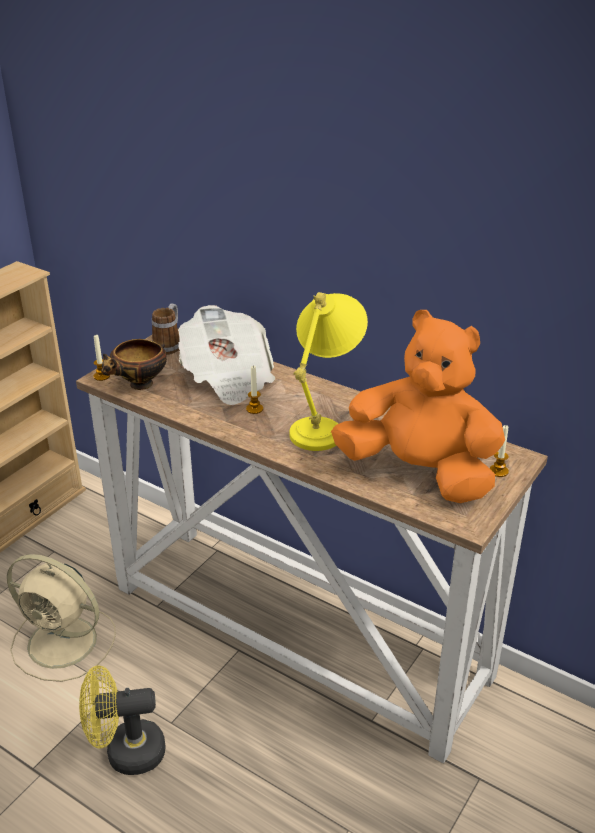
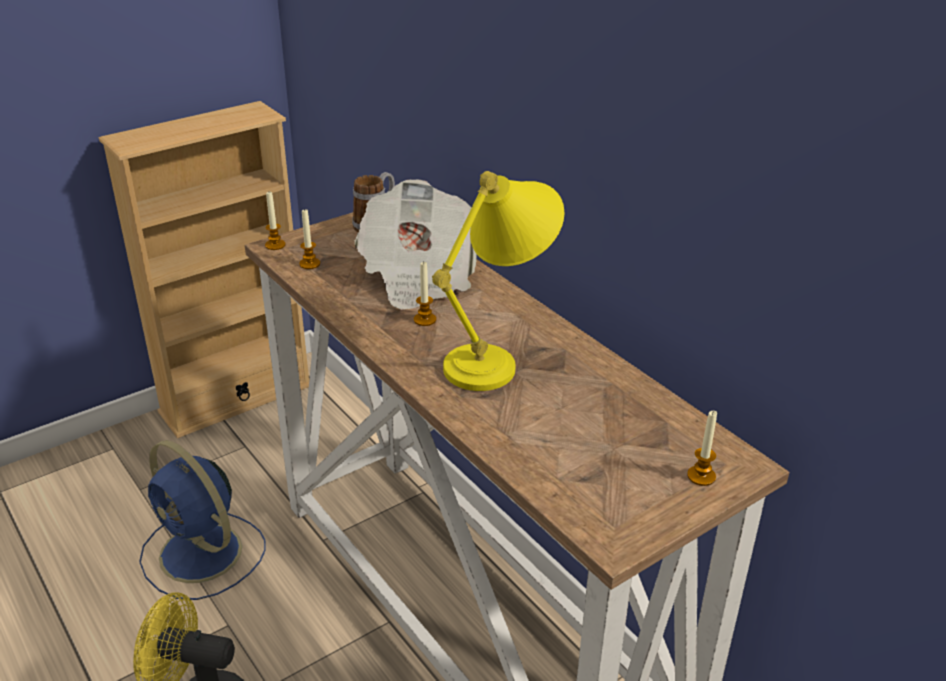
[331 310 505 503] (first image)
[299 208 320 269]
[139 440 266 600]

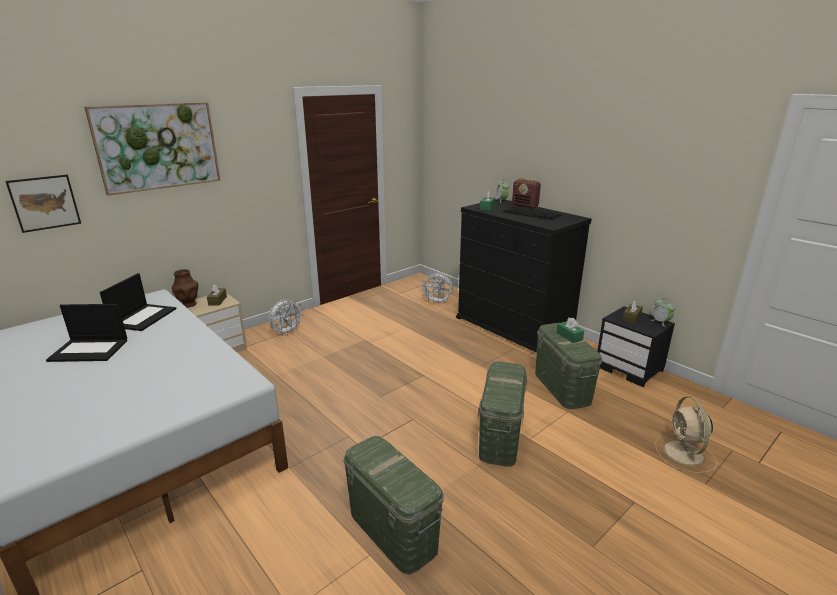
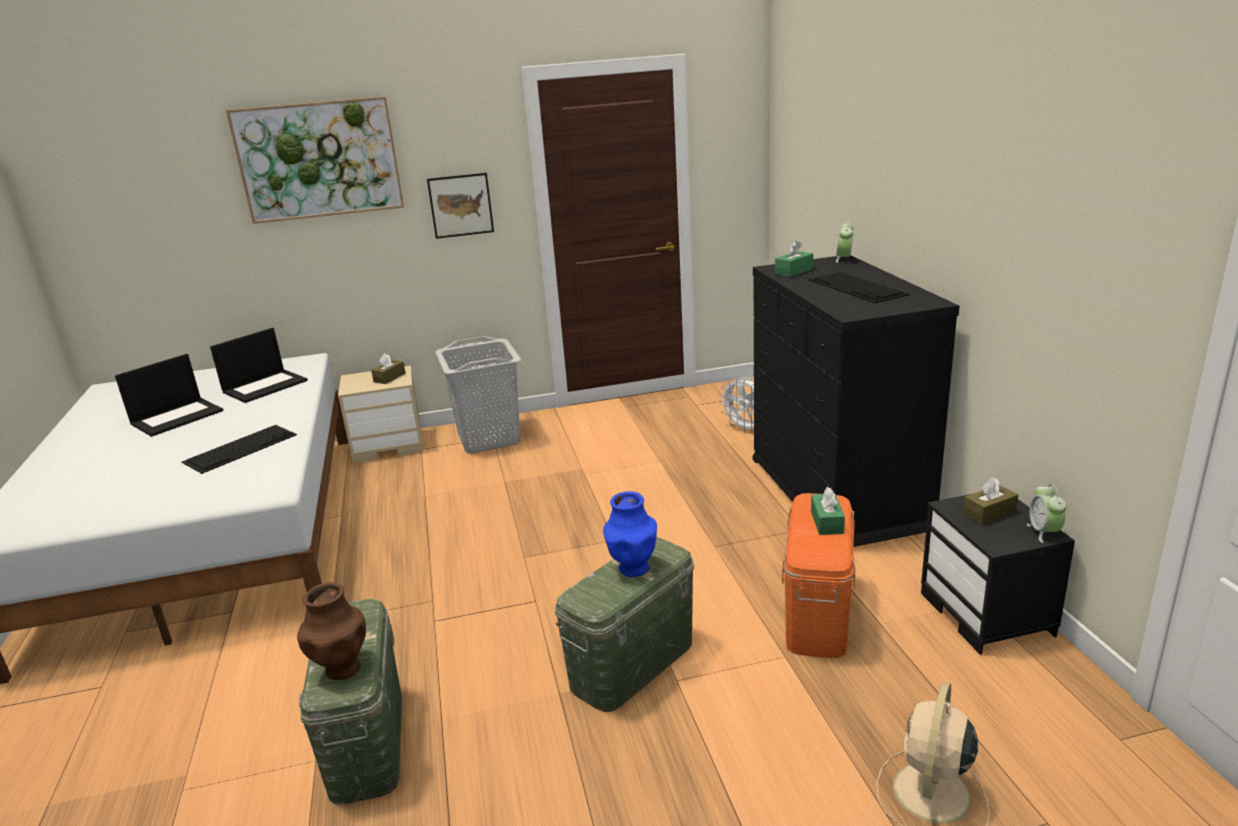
[427 173 494 239]
[512 178 541 208] (first image)
[297 582 366 680]
[435 336 521 454]
[115 354 223 437]
[782 493 856 658]
[182 425 297 474]
[603 491 657 577]

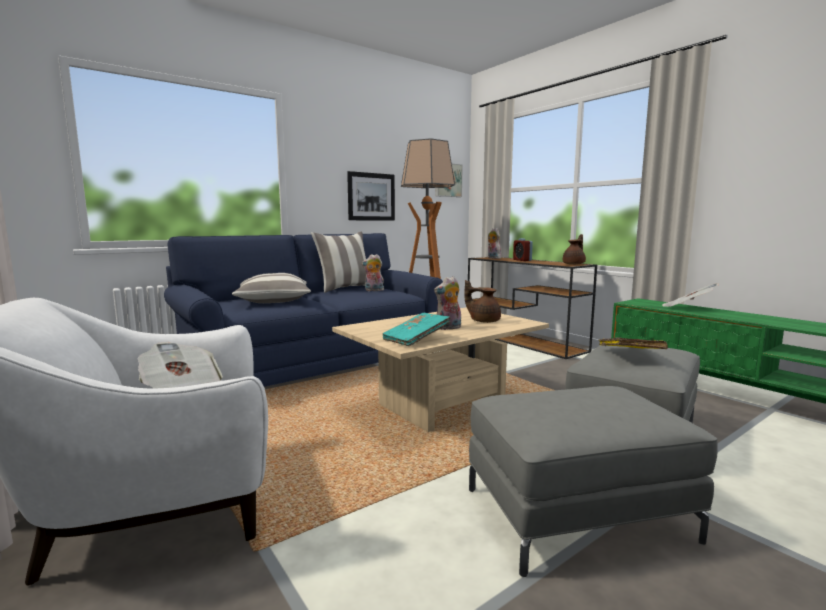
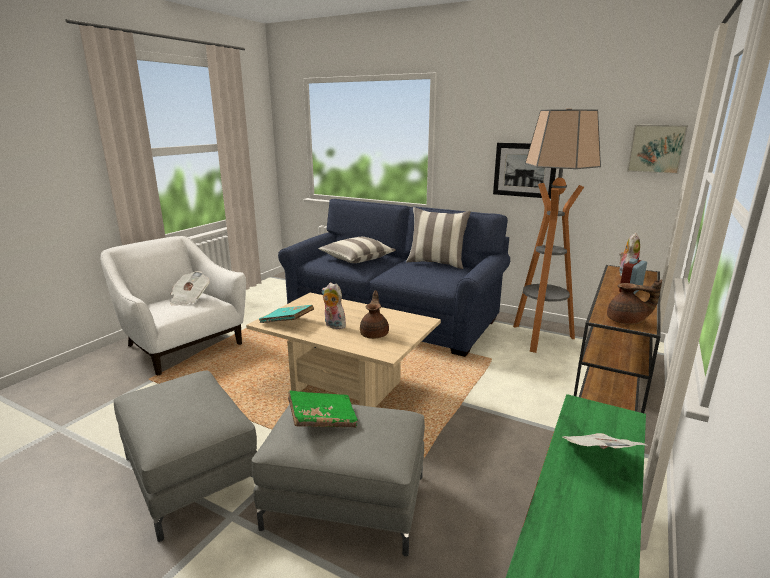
[362 254 384 291] (first image)
[288 391 358 427]

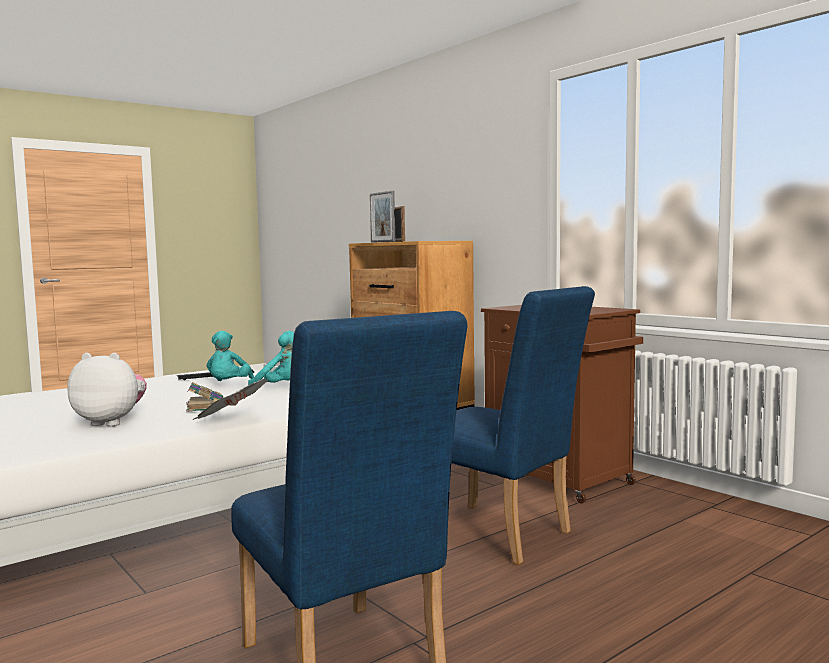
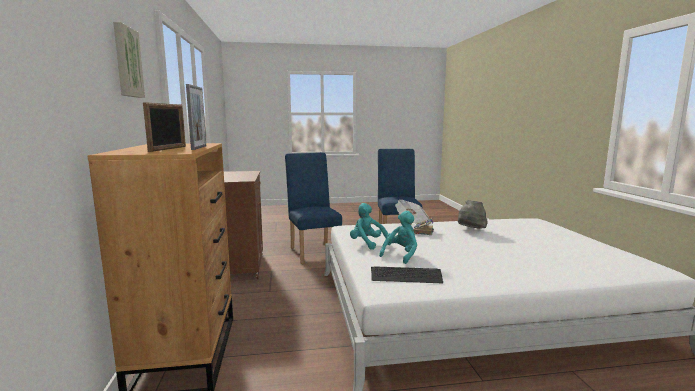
[458 200 487 229]
[113 22 145 98]

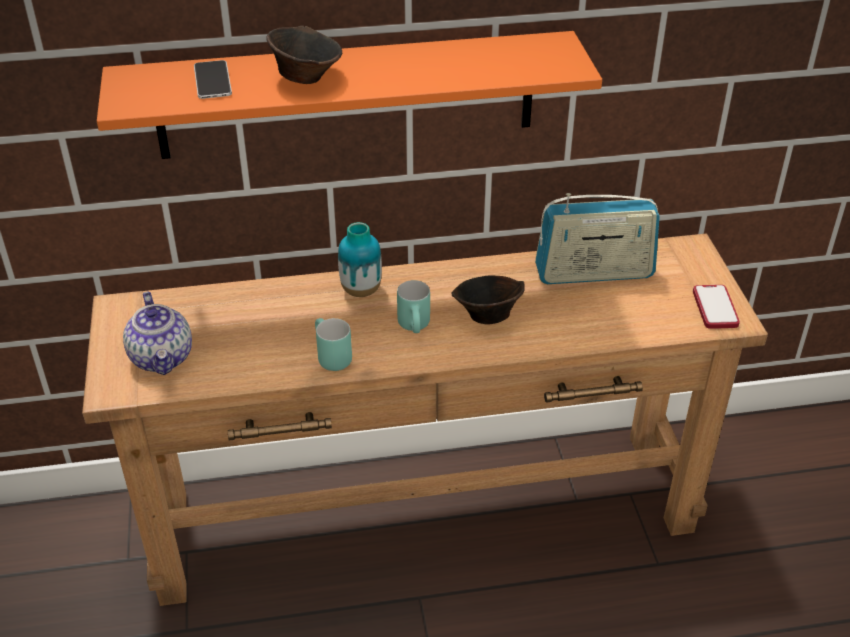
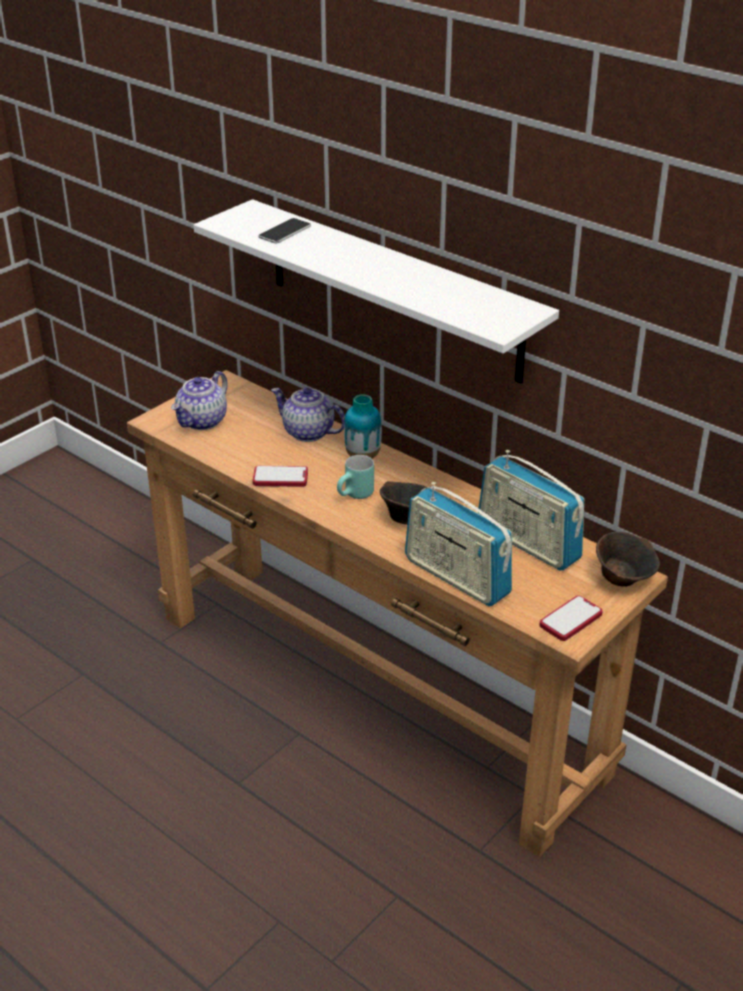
[596 532 660 587]
[194 199 559 384]
[253 466 308 487]
[271 387 345 442]
[405 482 512 606]

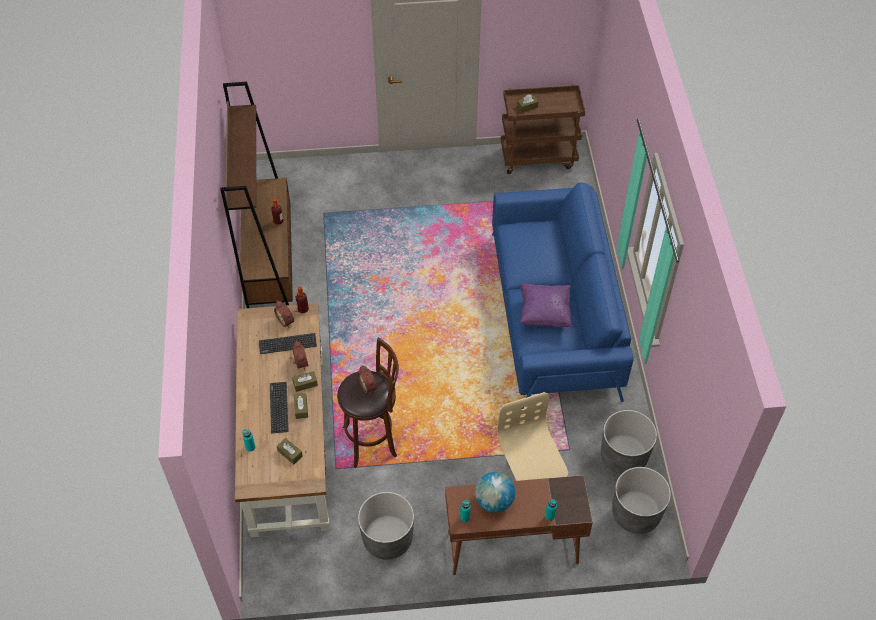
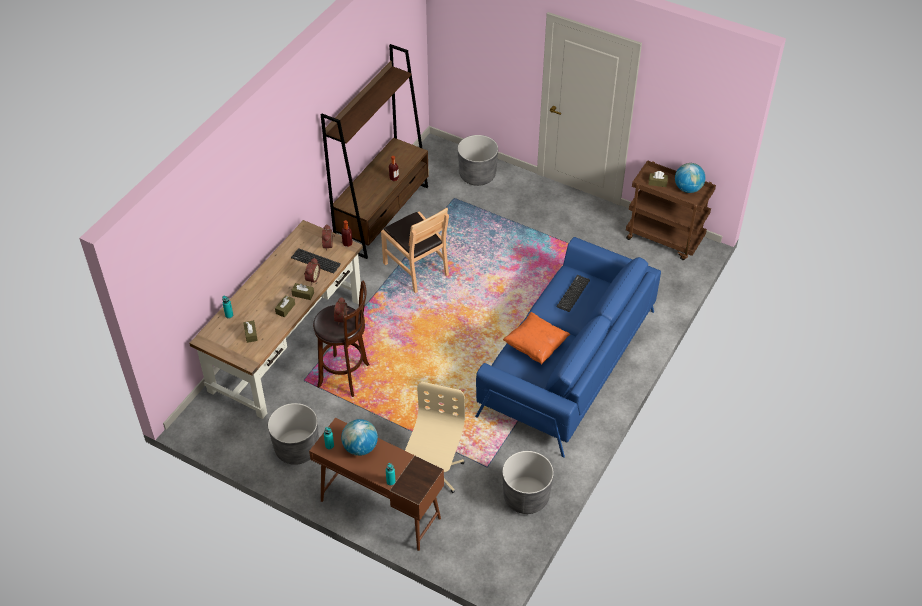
[503 312 570 365]
[556 275 590 312]
[458 135 498 186]
[675 163 705 193]
[381 208 449 293]

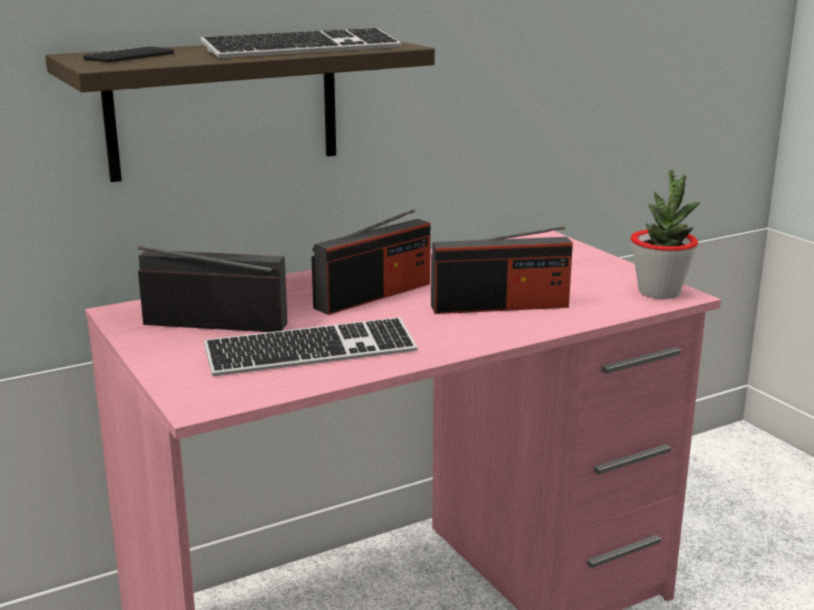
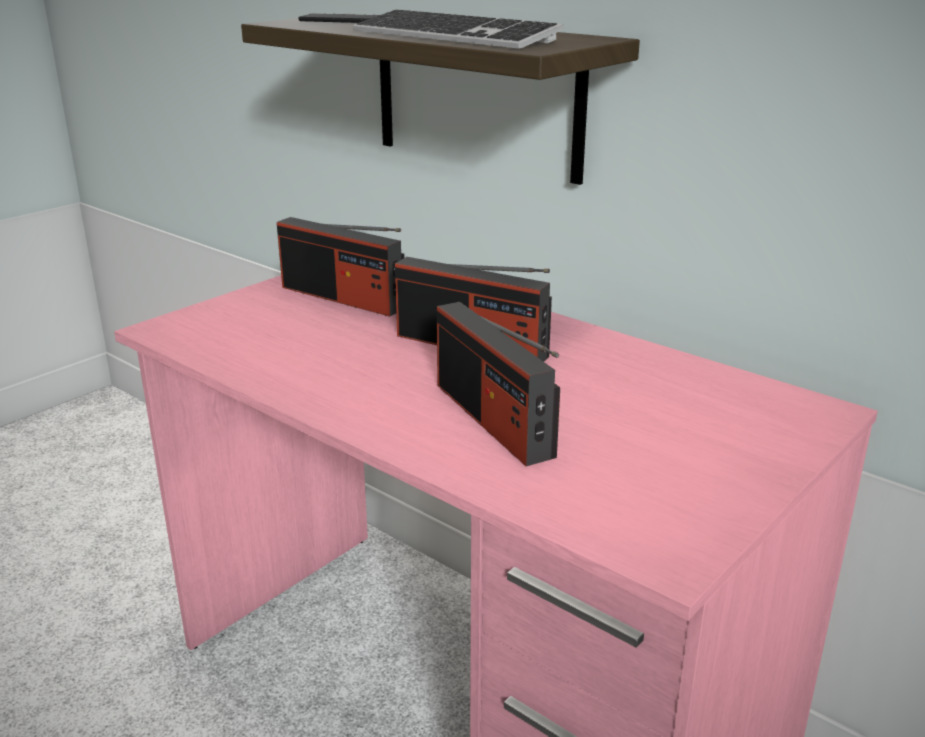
[631 170 700 299] (first image)
[277 217 405 316]
[204 317 417 376] (first image)

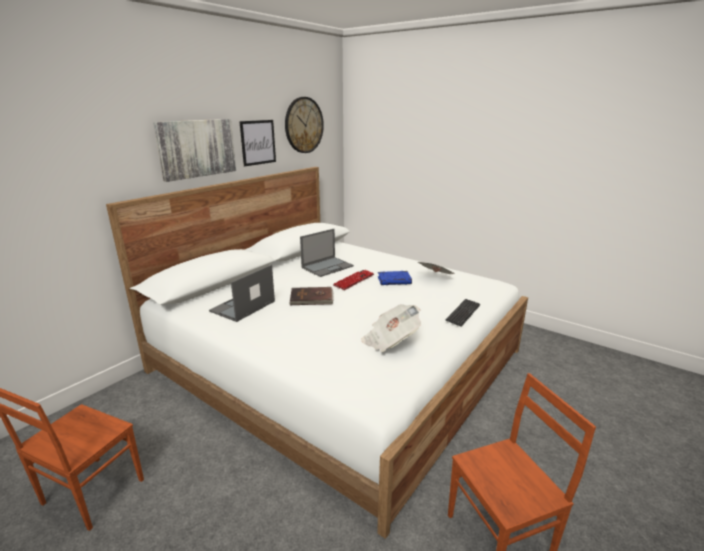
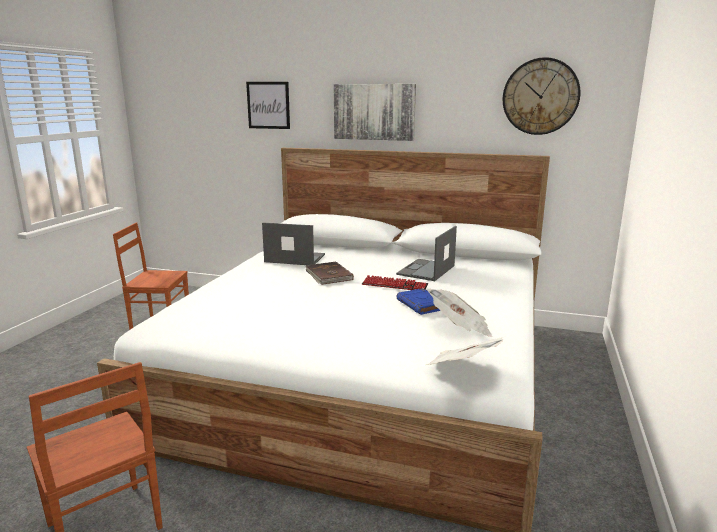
[246 82 290 129]
[396 226 457 281]
[445 299 480 327] (first image)
[426 337 503 365]

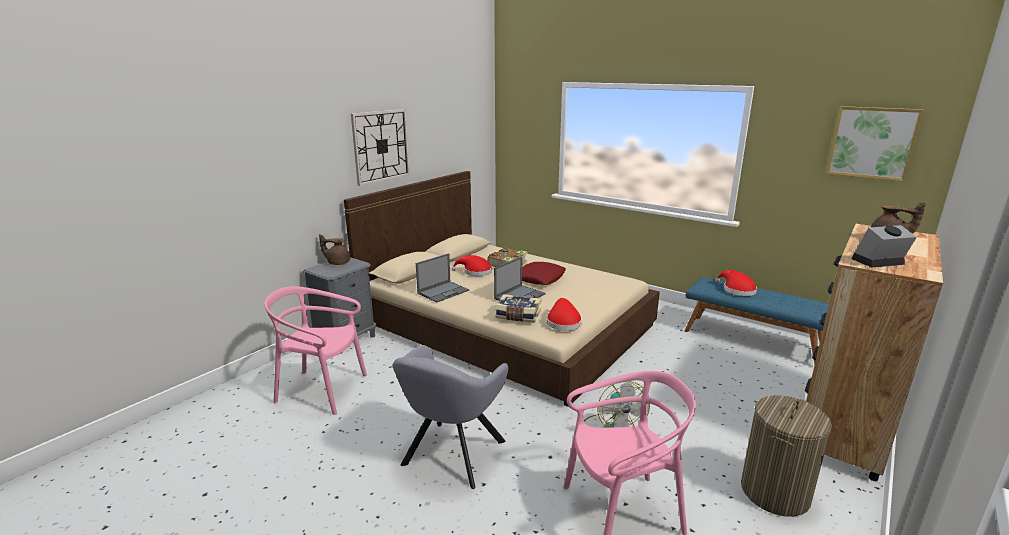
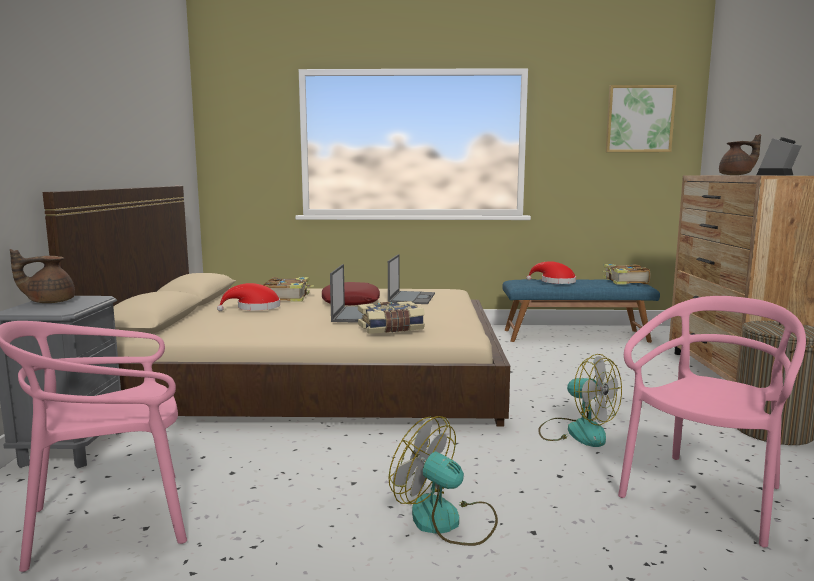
[351 109 410 186] (first image)
[388 254 435 304]
[547 298 582 331] (first image)
[389 416 498 546]
[603 264 651 284]

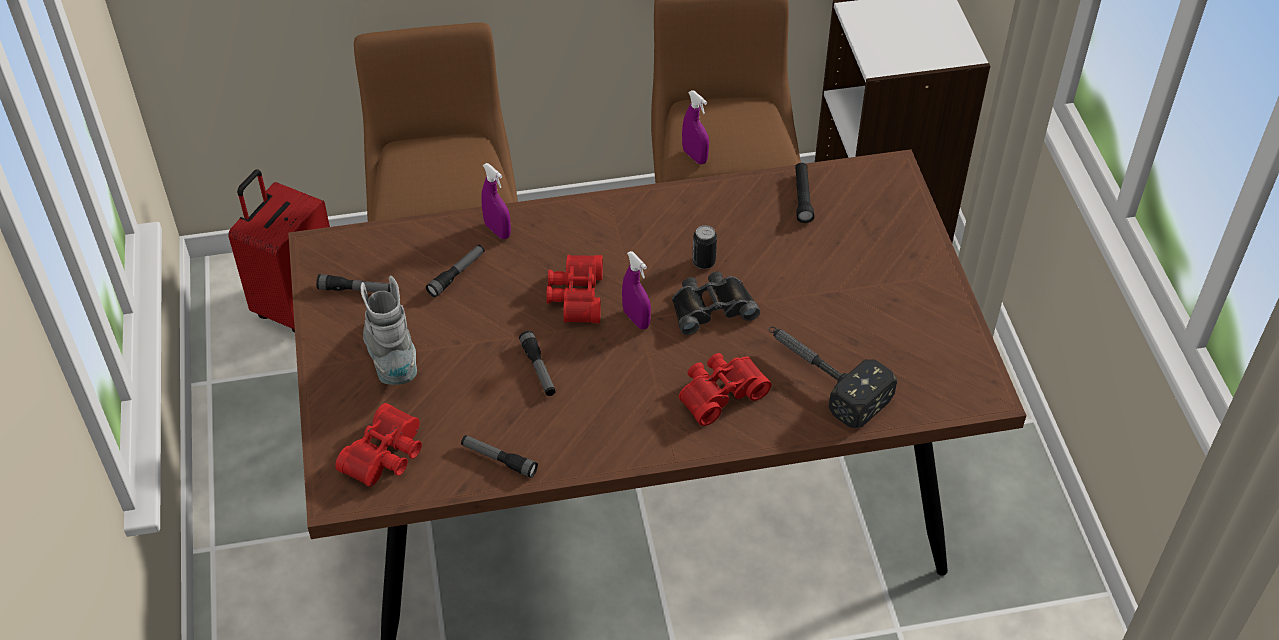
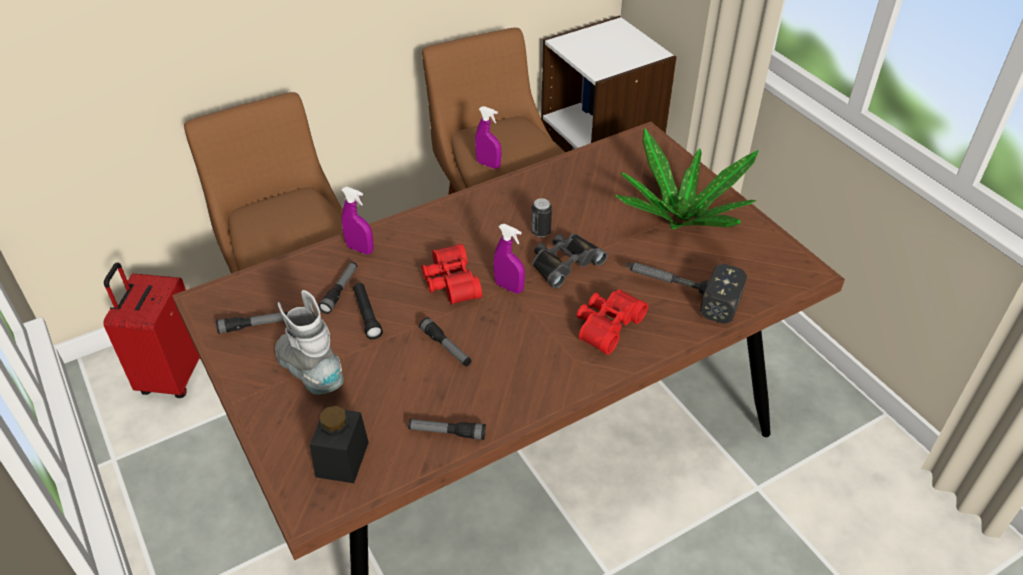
[353 283 383 340]
[310 406 369 483]
[616 128 759 229]

